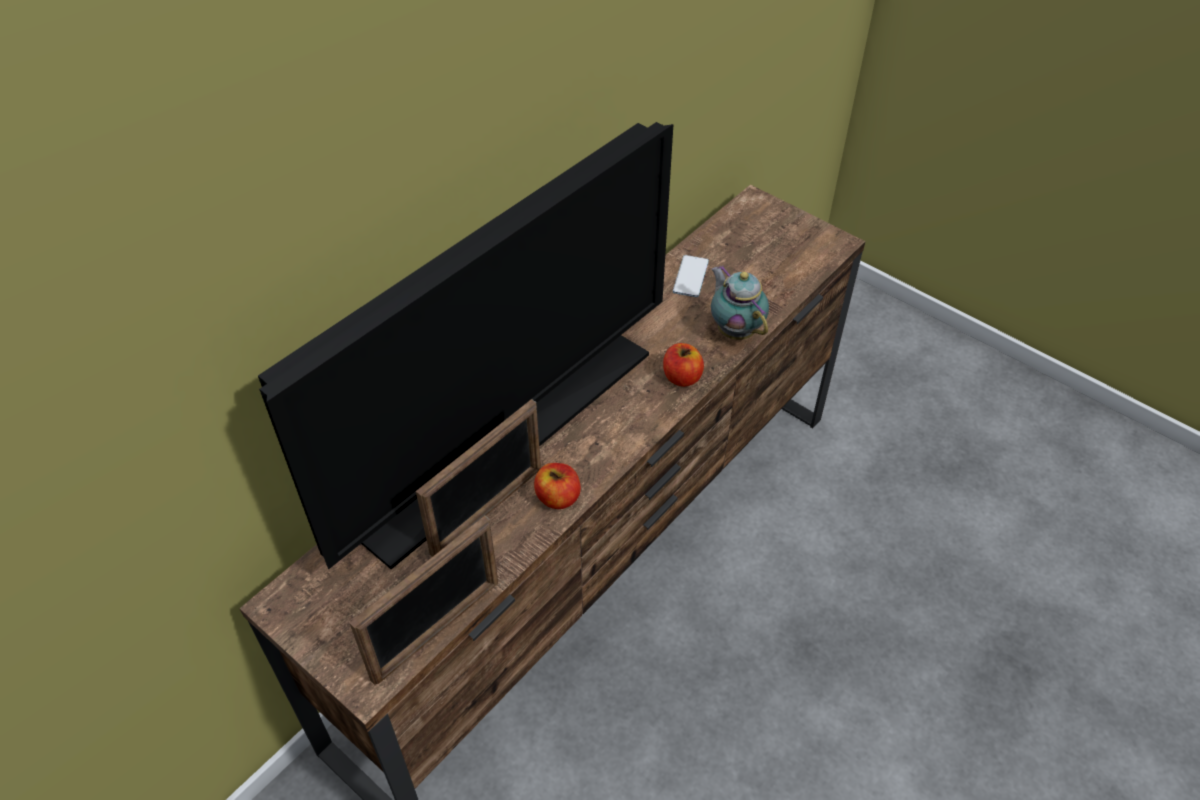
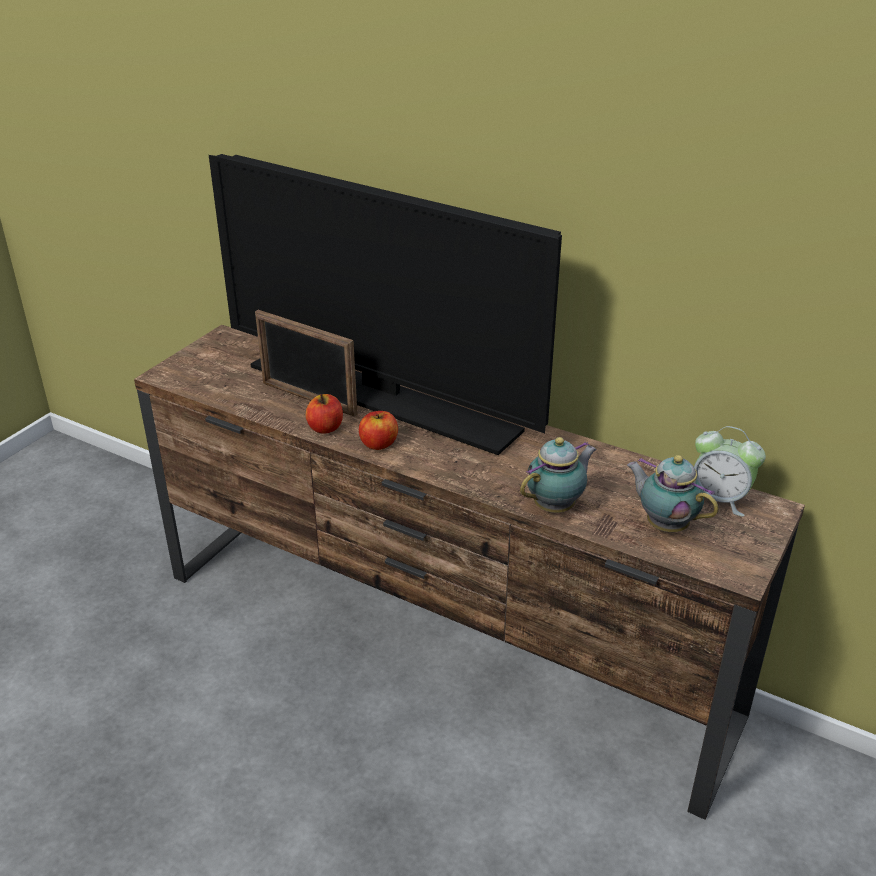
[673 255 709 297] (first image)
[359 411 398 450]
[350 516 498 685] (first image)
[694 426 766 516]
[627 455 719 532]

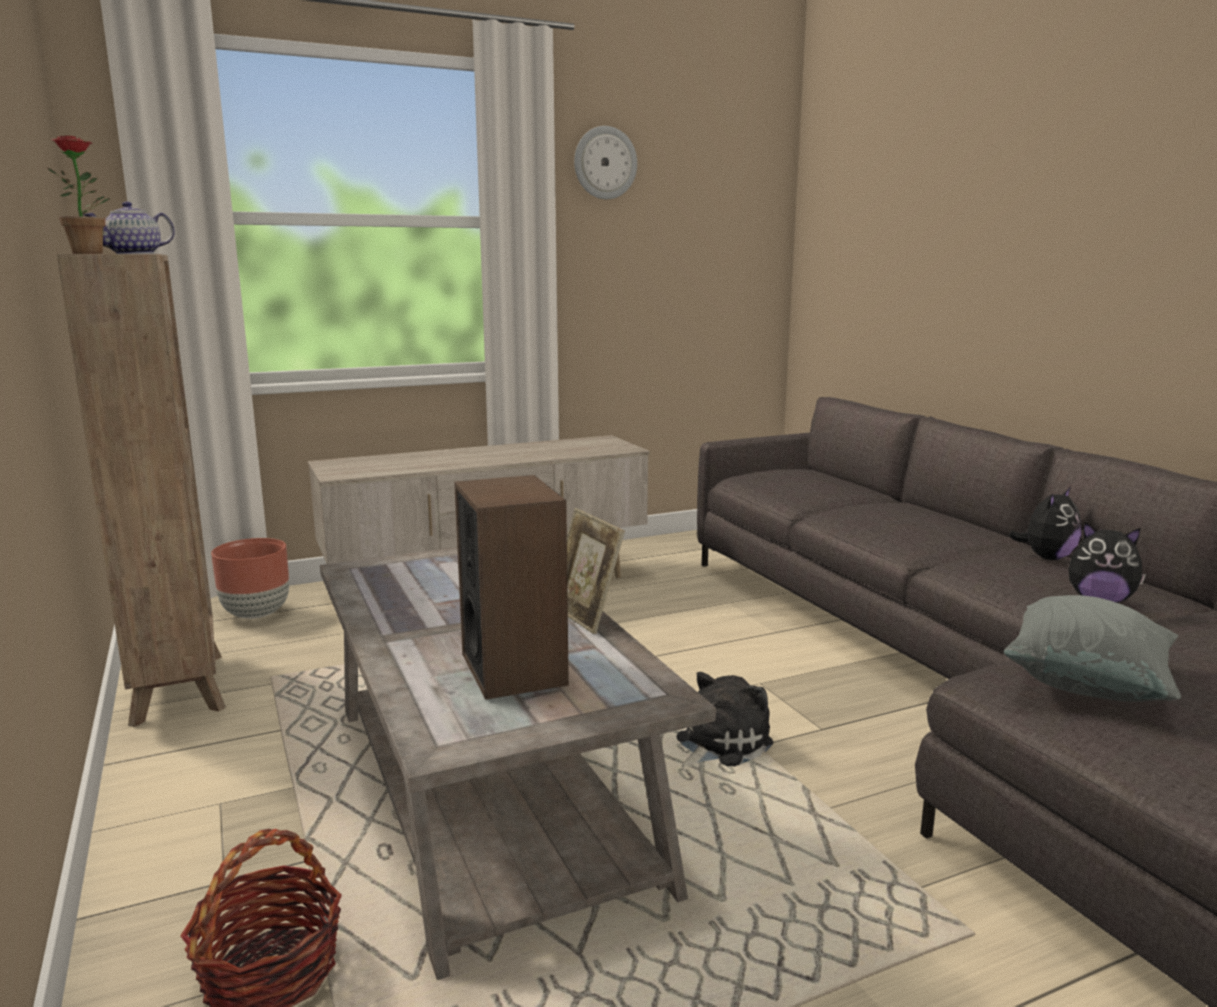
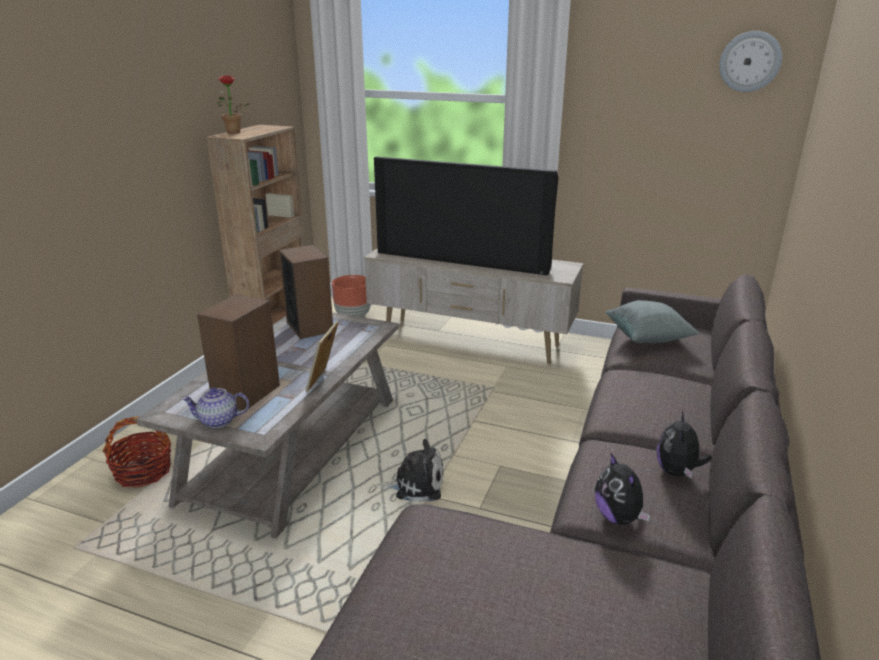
[719 31 782 92]
[182 387 249 428]
[657 411 711 479]
[606 300 700 343]
[374 156 558 276]
[279 245 333 339]

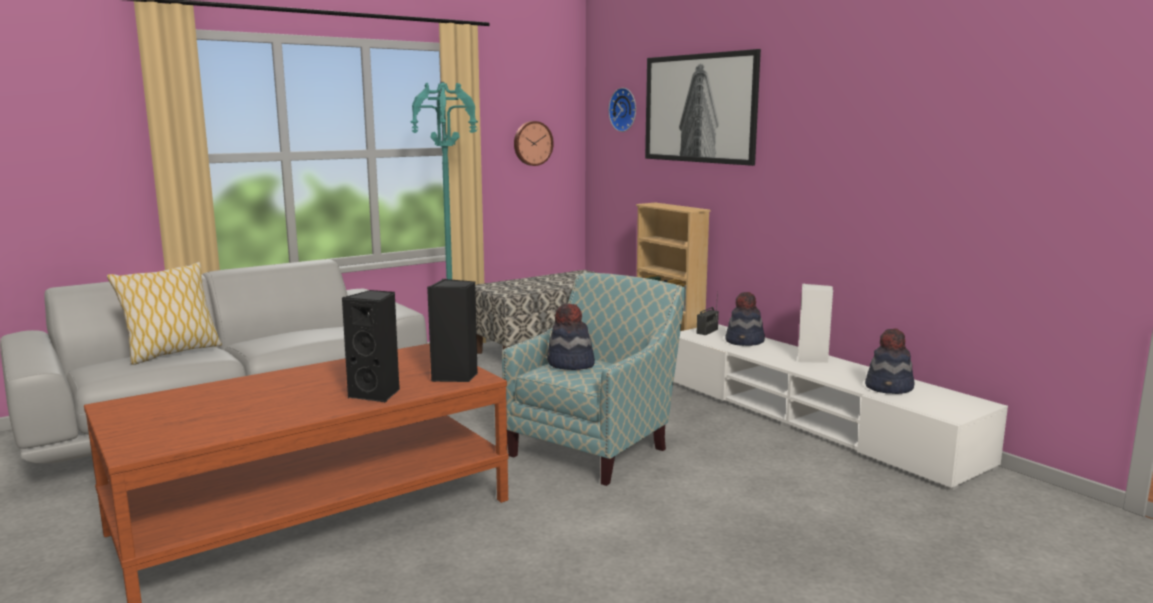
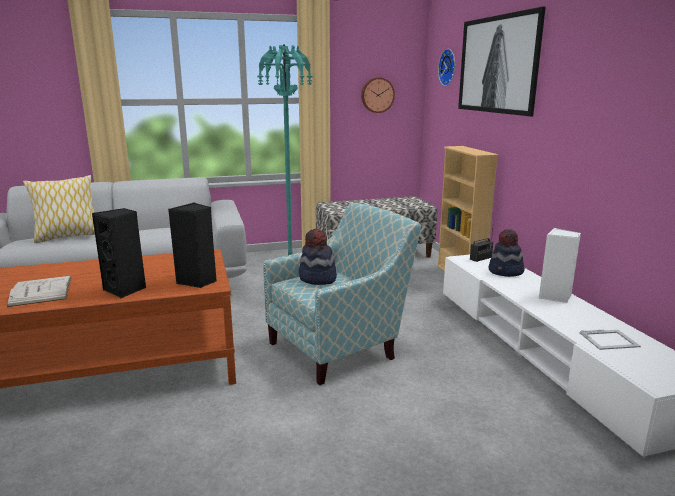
[579 330 641 350]
[7 276 72 307]

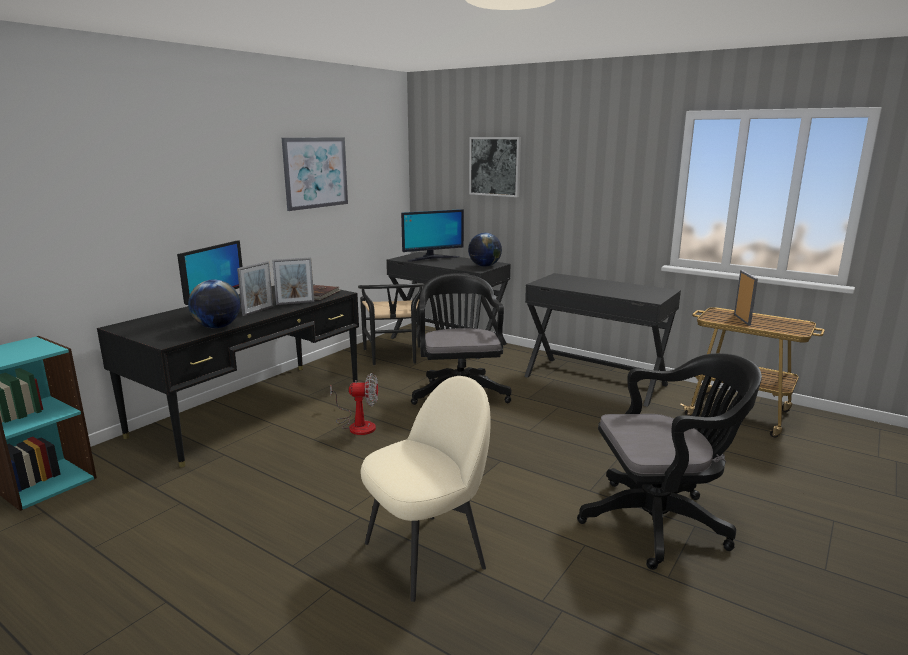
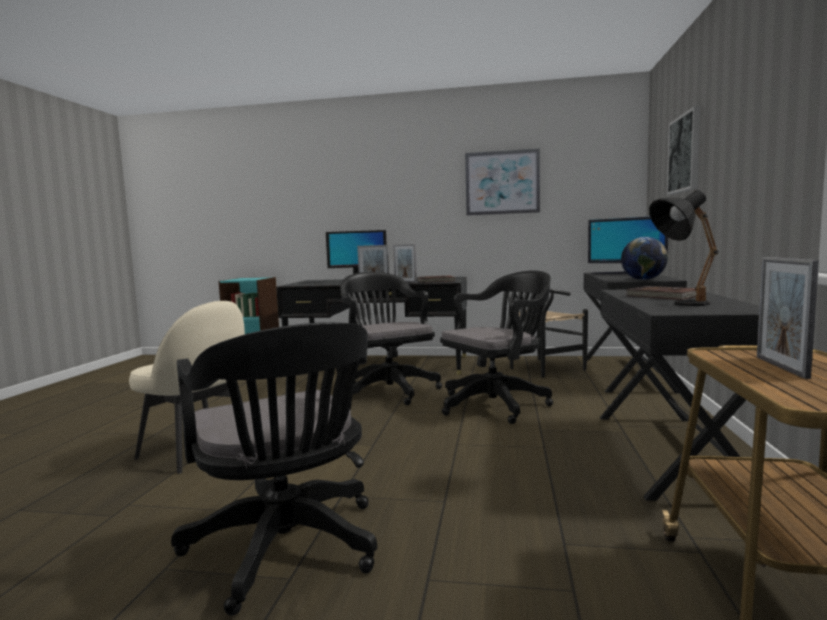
[757 257 819 379]
[188 279 240 328] (first image)
[340 272 442 405]
[649 190 719 306]
[626 286 696 300]

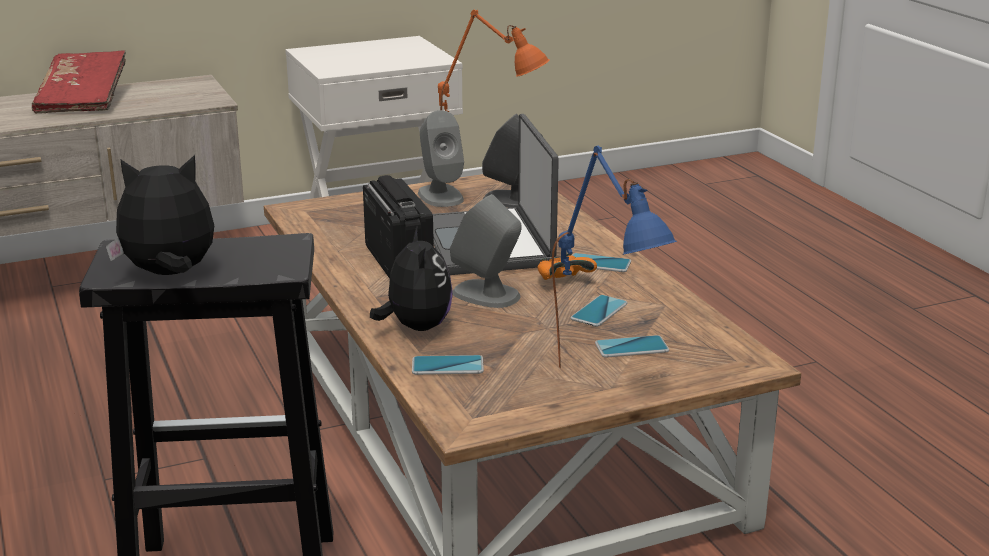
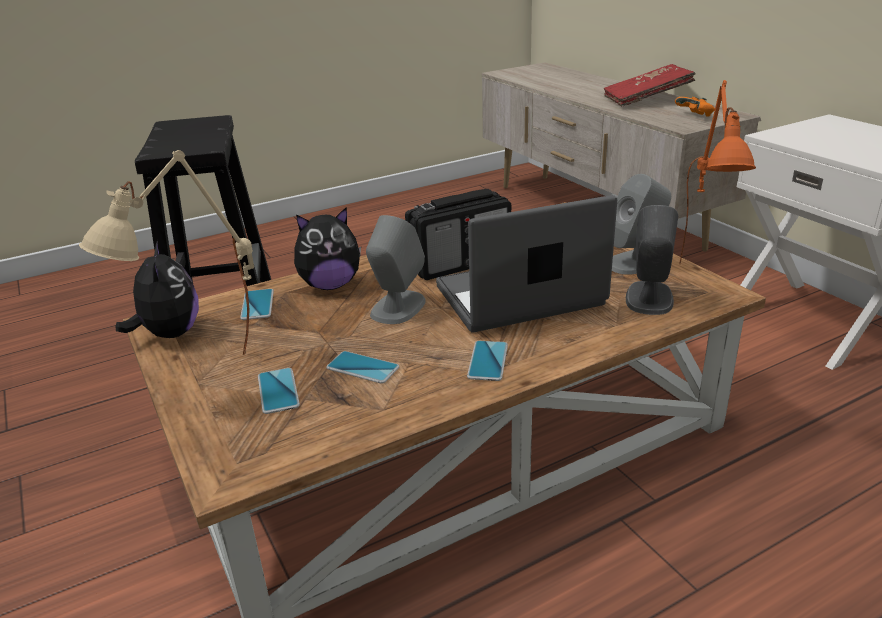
[79 150 254 355]
[115 240 199 338]
[675 97 715 117]

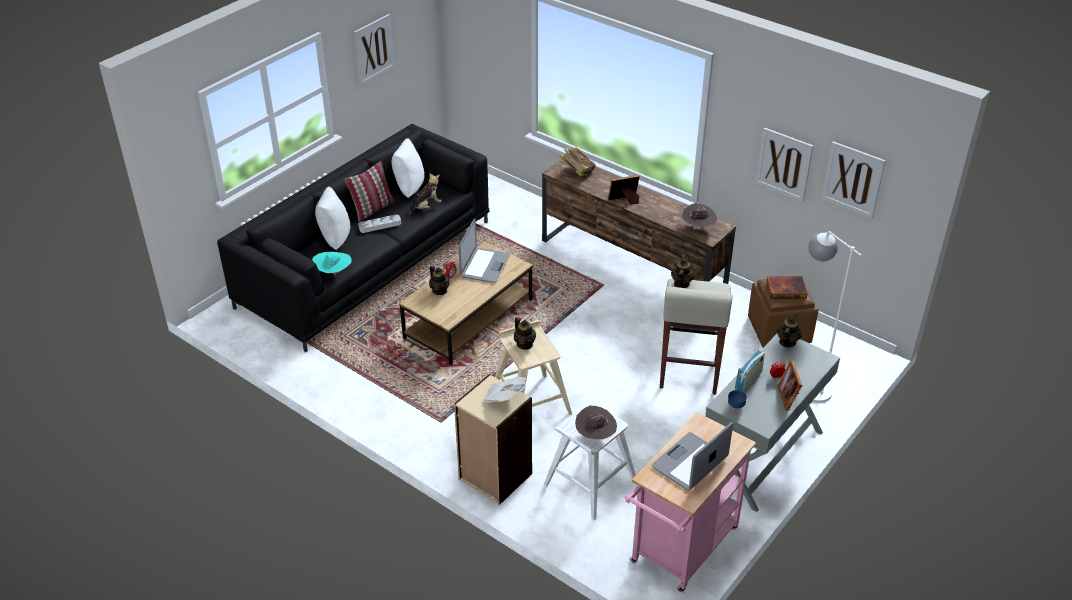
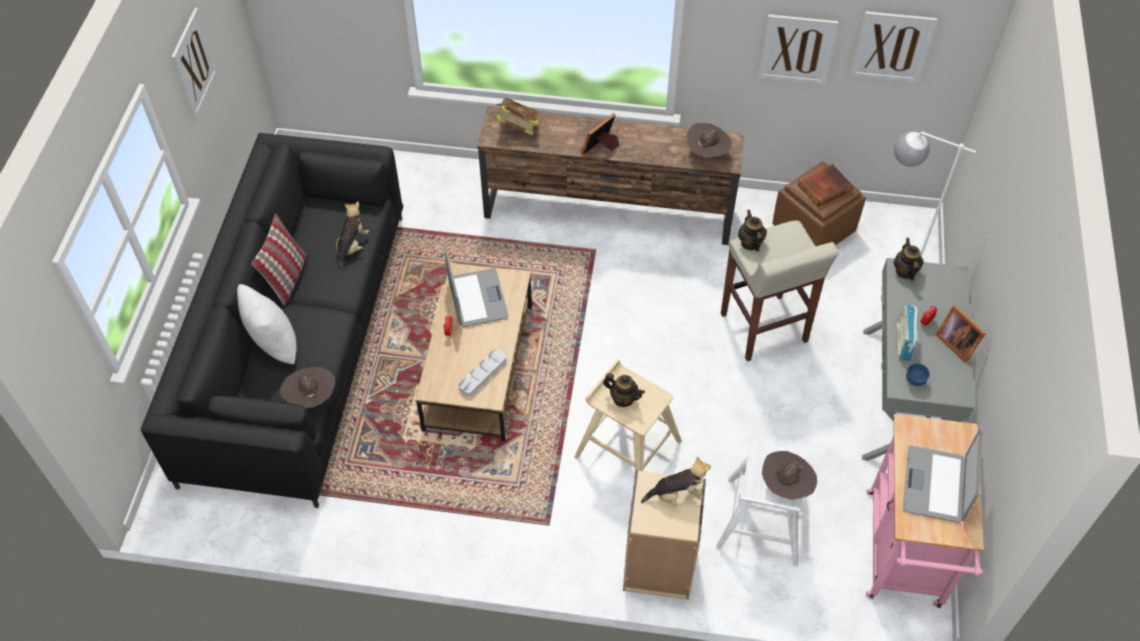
[392 138 425 198] (first image)
[458 349 506 397]
[280 367 335 408]
[429 266 450 295] (first image)
[641 456 711 506]

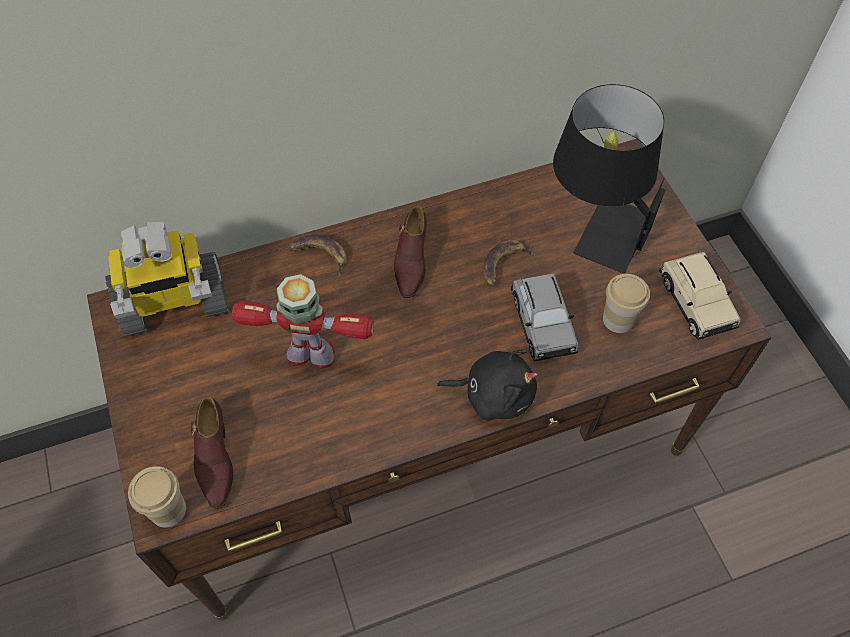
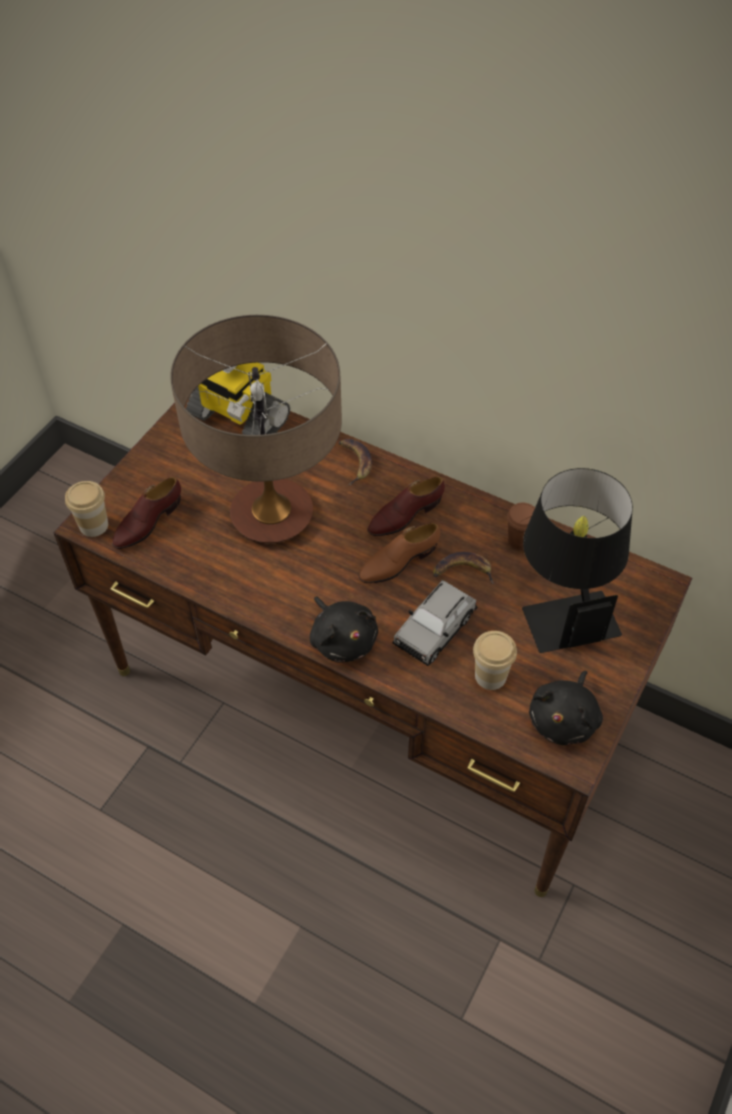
[529 671 603 745]
[170 315 342 543]
[507 503 535 549]
[359 523 440 583]

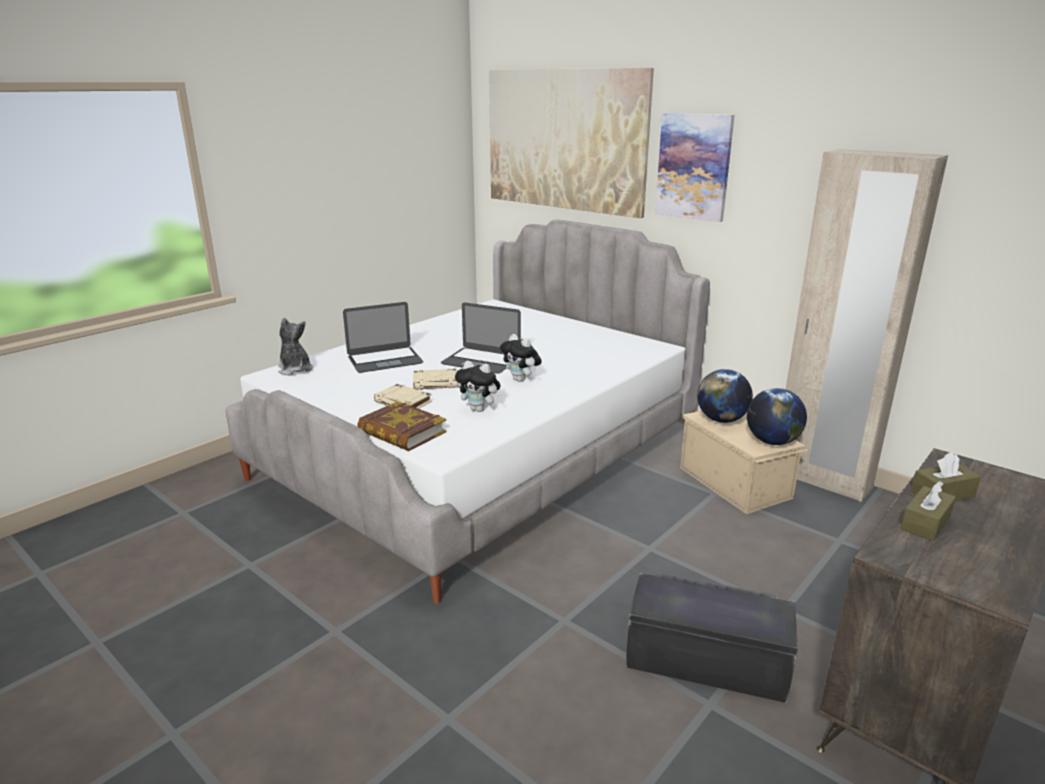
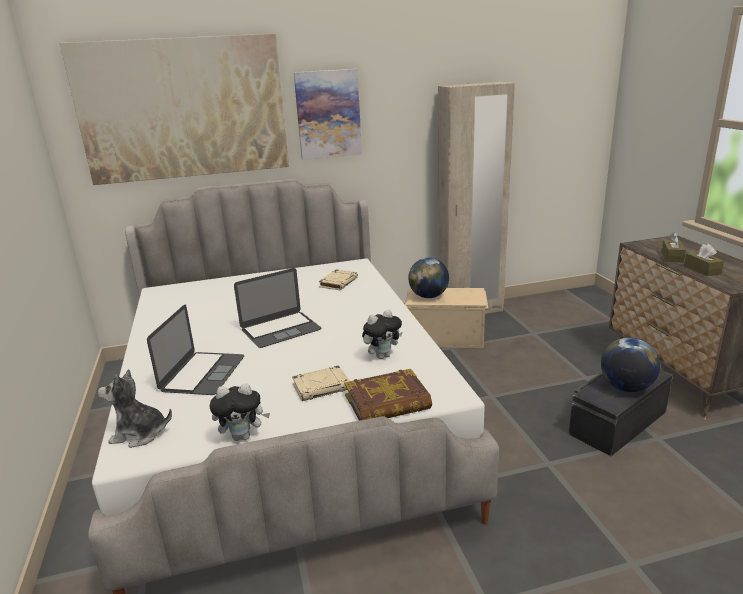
[210 383 270 441]
[319 269 358 290]
[601 337 660 392]

